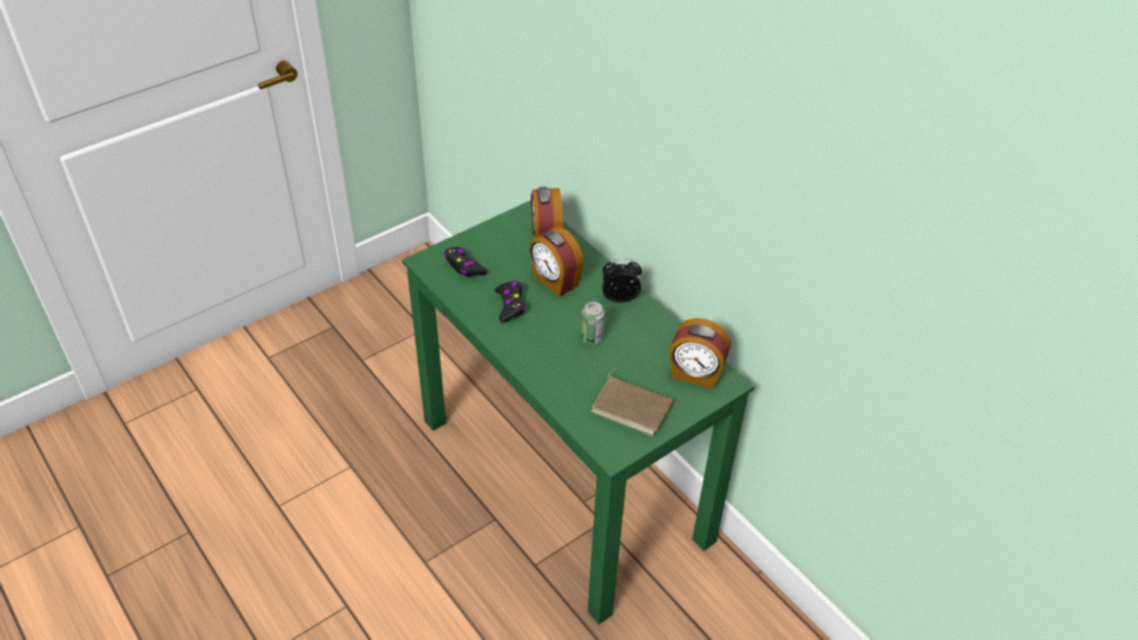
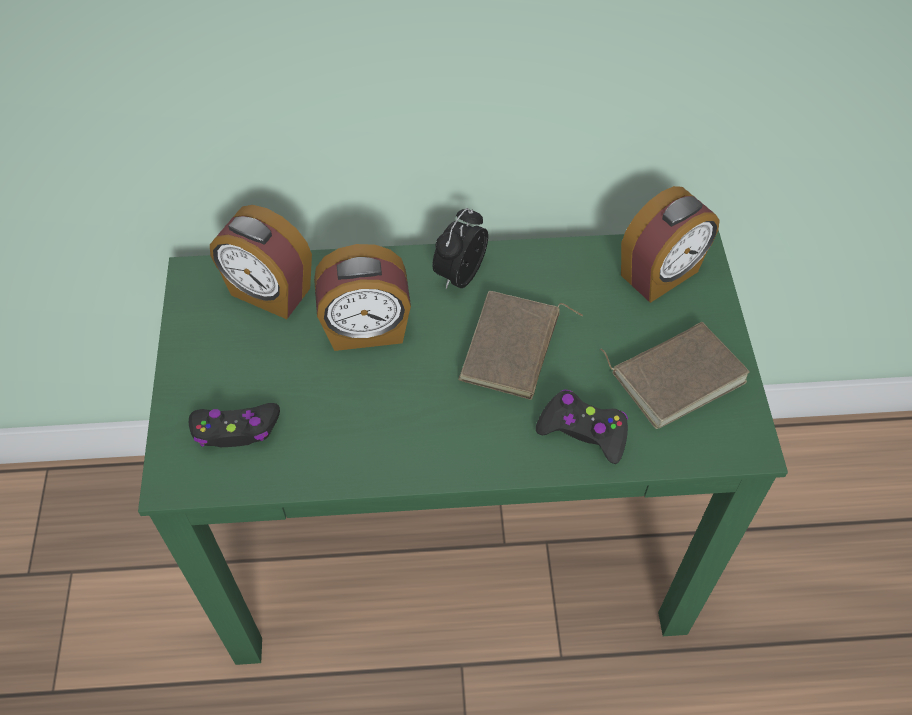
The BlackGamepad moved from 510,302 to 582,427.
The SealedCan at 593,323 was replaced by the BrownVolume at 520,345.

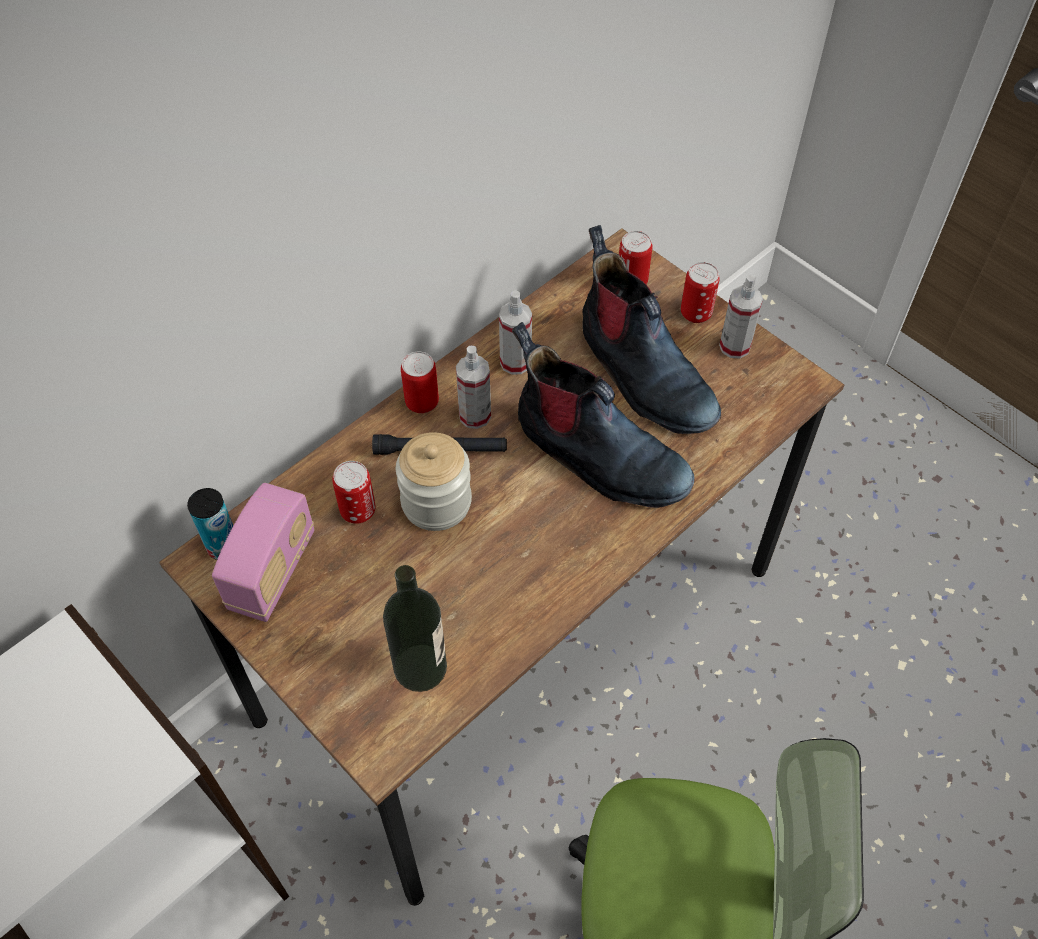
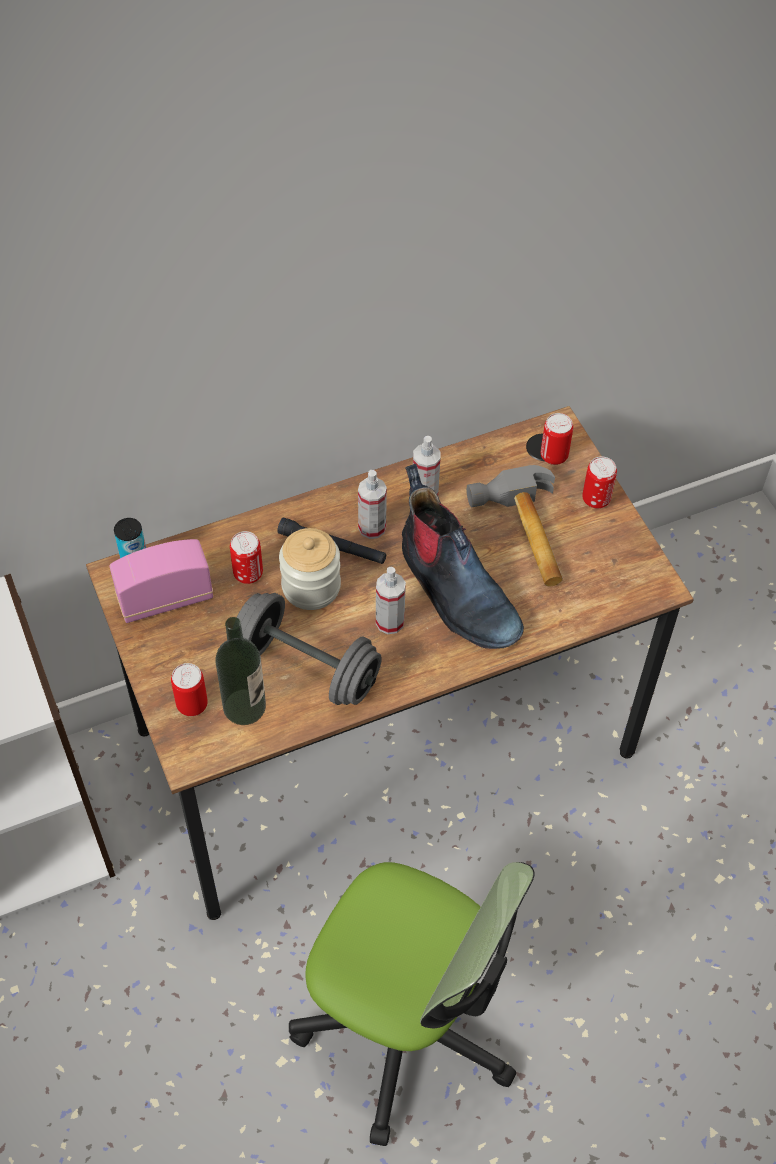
The GrayDumbbell at 309,649 appeared.
The SealedCan moved from 420,382 to 189,689.
The SprayBottle moved from 741,317 to 391,600.
The Boot at 651,329 was replaced by the Hammer at 514,526.
The RadioReceiver at 263,552 turned 150 degrees counterclockwise.

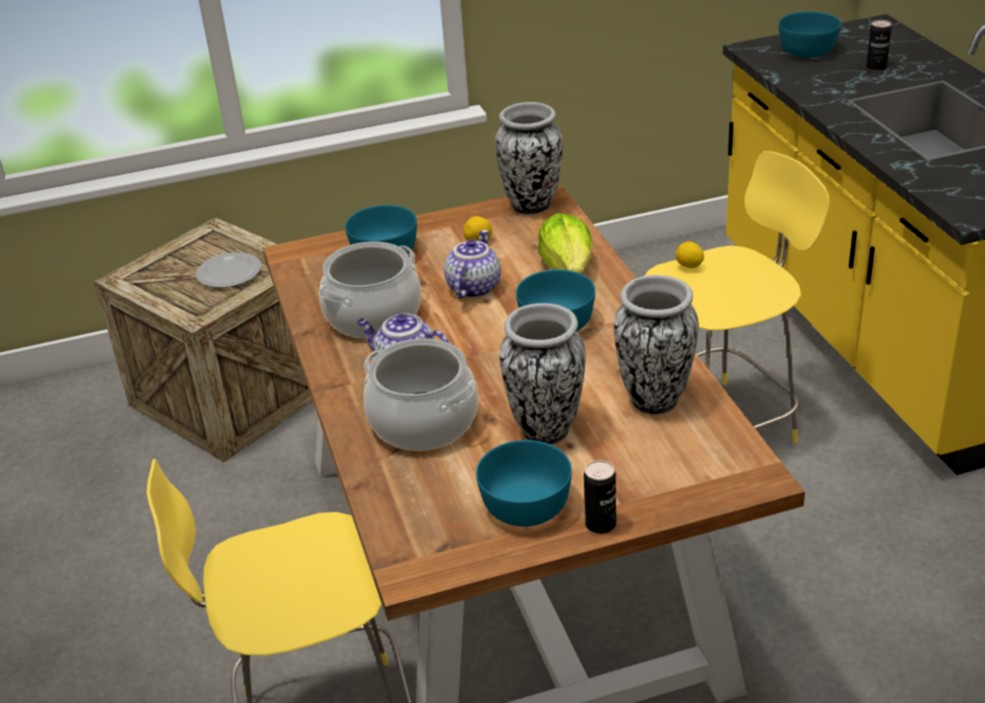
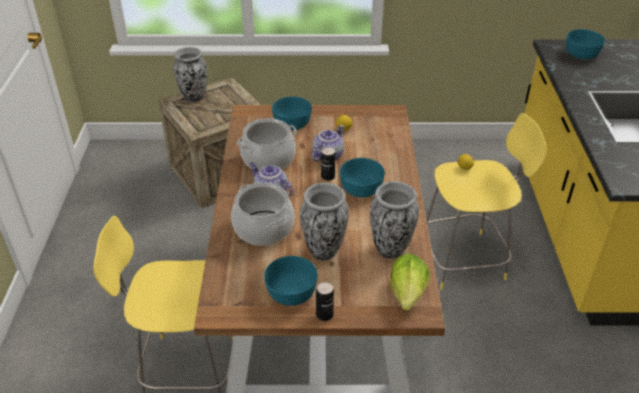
The DinnerPlate at 229,270 disappeared.
The Vase moved from 529,158 to 190,74.
The HeadOfLettuce moved from 565,243 to 410,282.
The SealedCan moved from 879,45 to 328,164.

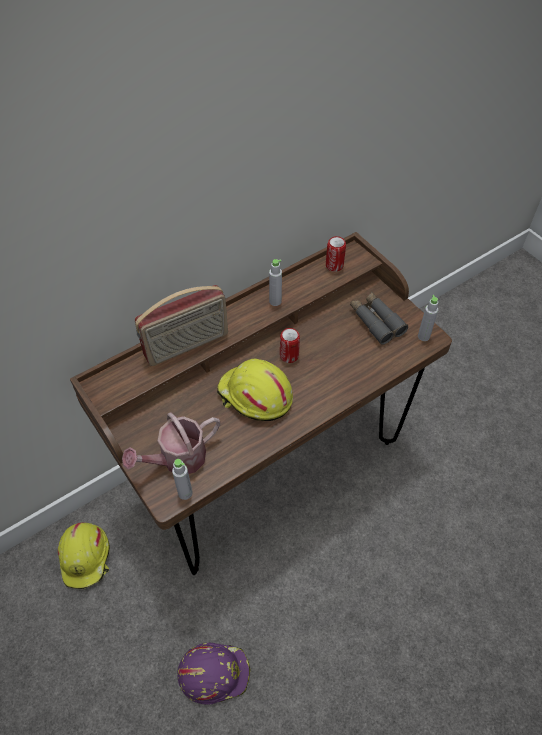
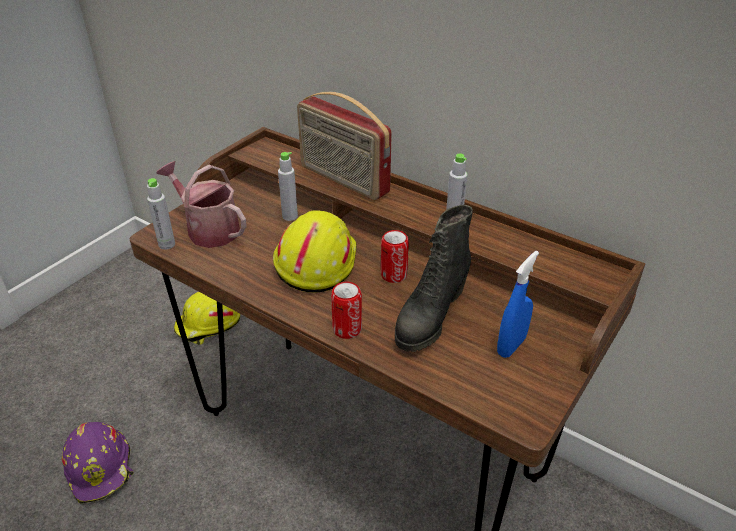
The BlackBoot at 434,278 appeared.
The SealedCan moved from 336,254 to 346,310.
The GrayBeverageBottle moved from 428,318 to 288,186.
The GrayPairOfBinoculars at 379,318 was replaced by the BluishSprayBottle at 518,304.

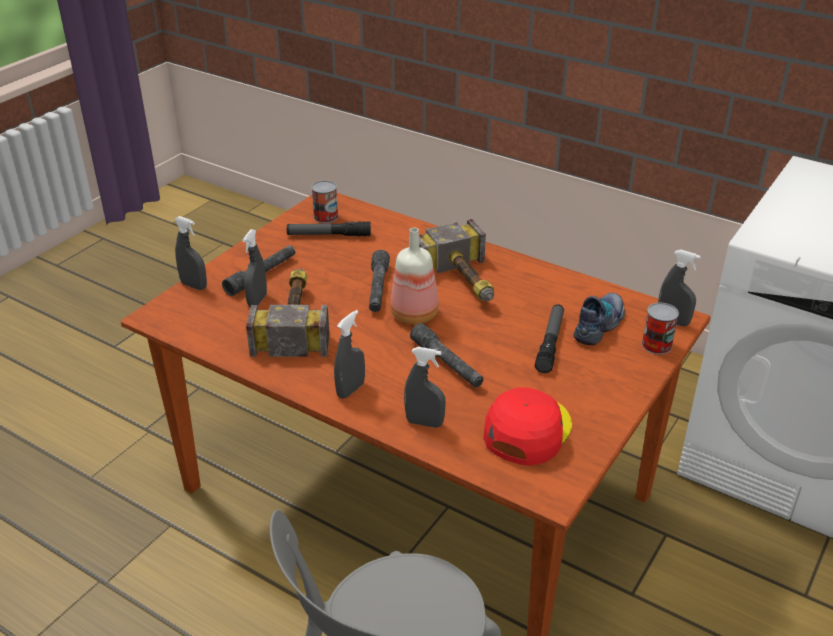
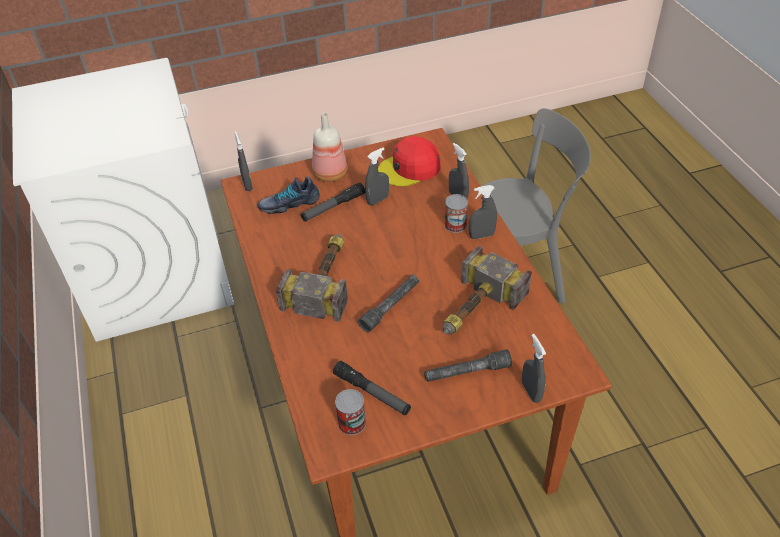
The GrayTorch at 447,355 disappeared.
The GraySprayBottle moved from 254,268 to 377,176.
The BeverageBottle moved from 414,275 to 329,147.
The SealedCan moved from 660,328 to 456,213.

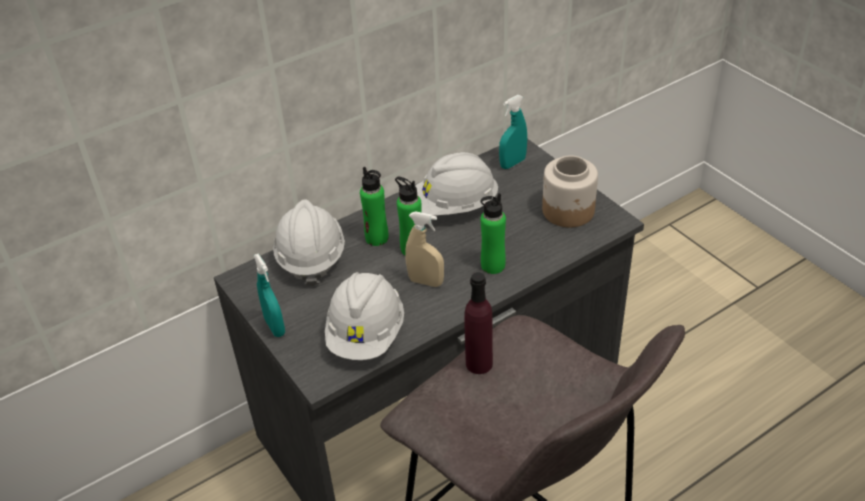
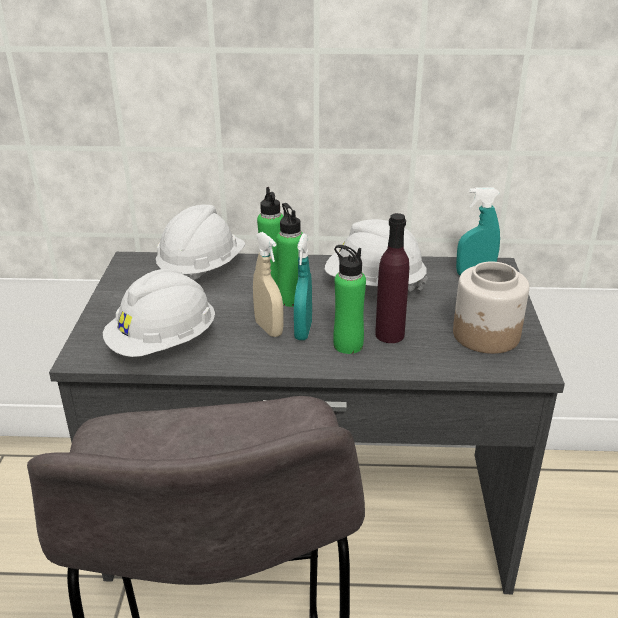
The TurquoiseSprayBottle moved from 269,295 to 303,287.
The PurpleColouredBeverageBottle moved from 478,323 to 392,278.

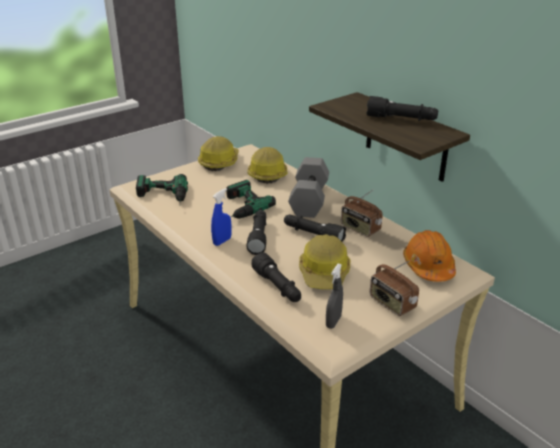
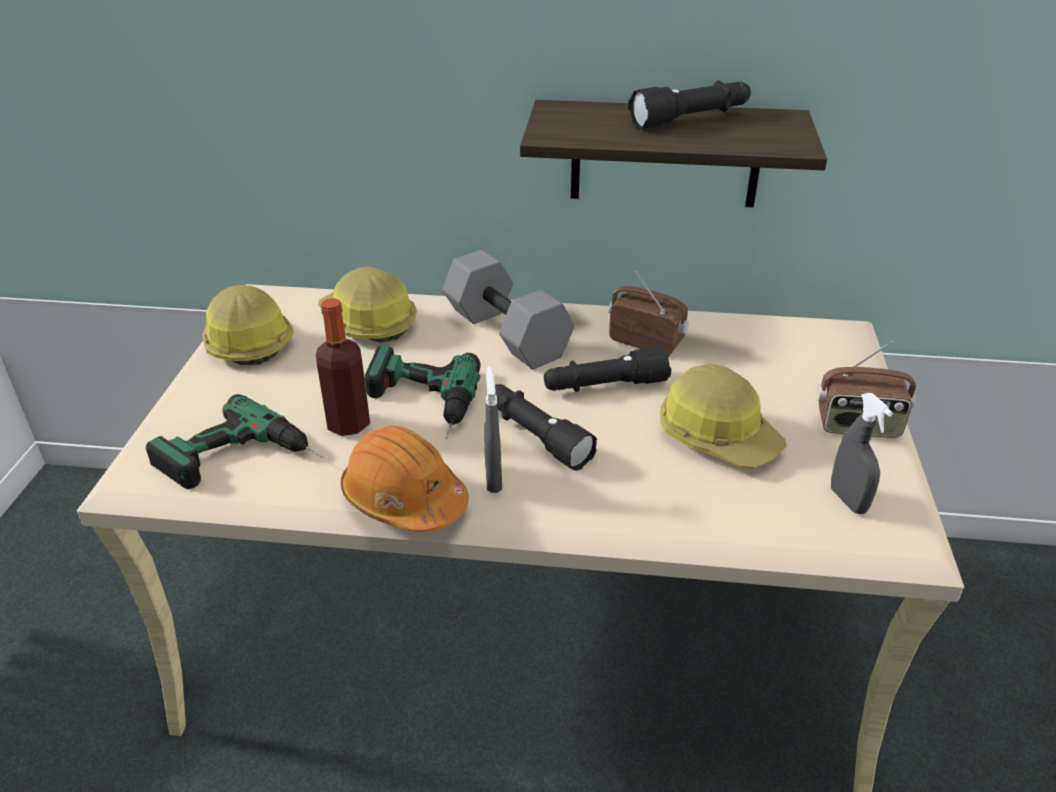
The BlackTorch at 276,277 disappeared.
The BeverageBottle at 343,367 appeared.
The OrangeyWorkHelmet moved from 429,256 to 405,478.
The BluishSprayBottle at 221,217 became the GraySprayBottle at 493,429.
The RadioReceiver at 362,213 turned 150 degrees counterclockwise.

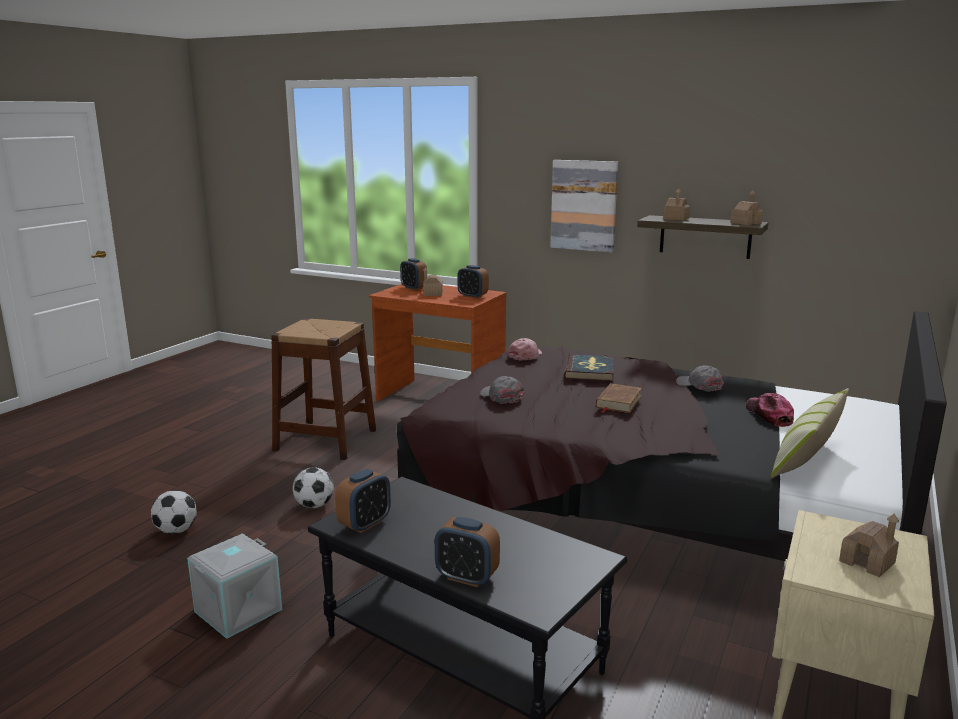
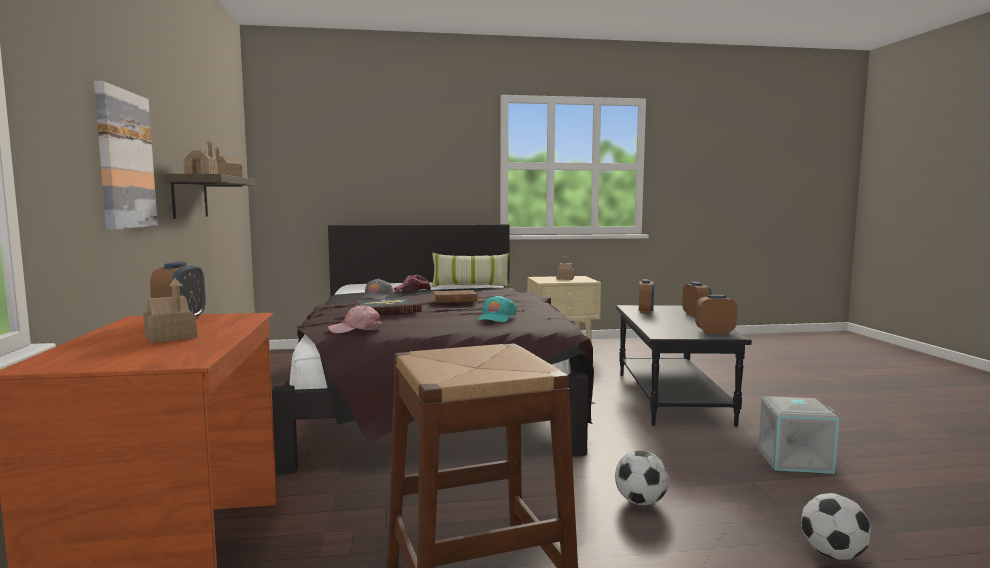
The BedsideClock moved from 413,274 to 646,296.
The GrayCap at 502,390 became the TurquoiseCap at 497,308.

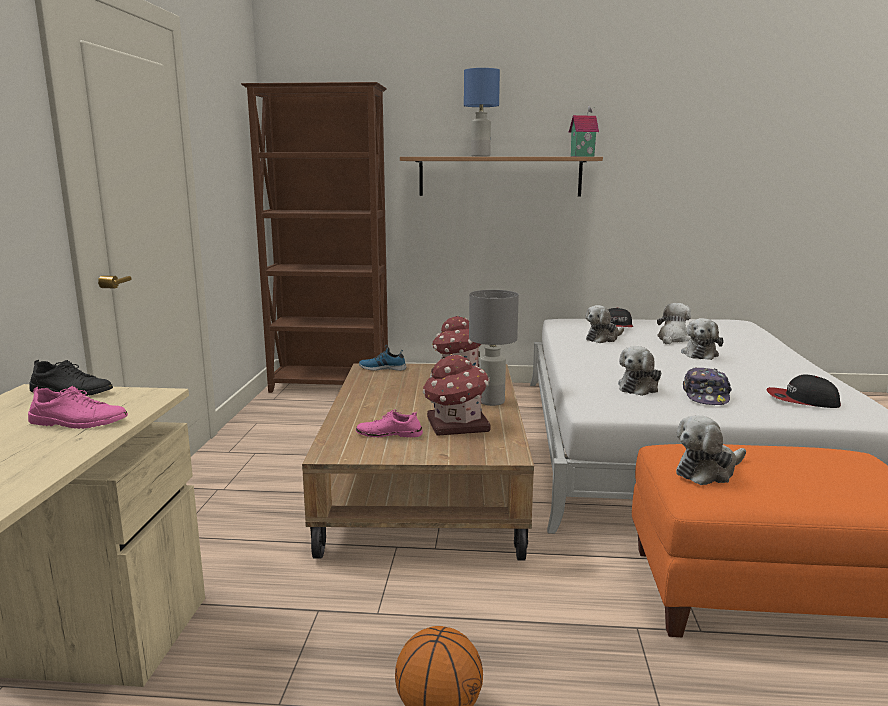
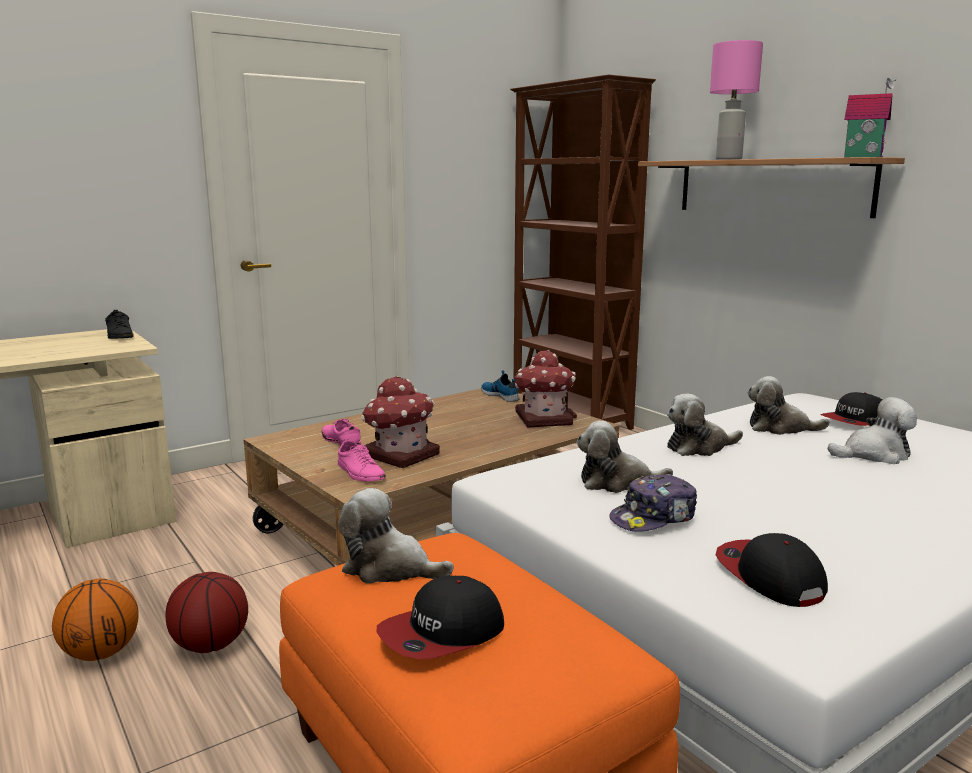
The GrayTableLamp at 494,348 disappeared.
The BasketballBall at 206,612 appeared.
The Cap at 440,617 appeared.
The PinkishLowShoe moved from 78,407 to 362,460.
The SoftToy moved from 702,339 to 705,425.
The BluishTableLamp at 482,112 became the PinkishTableLamp at 736,100.

